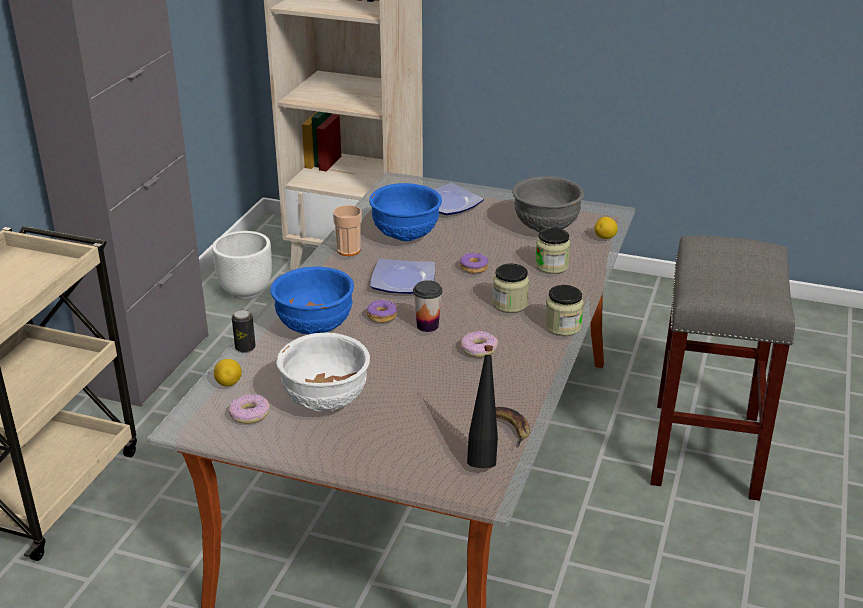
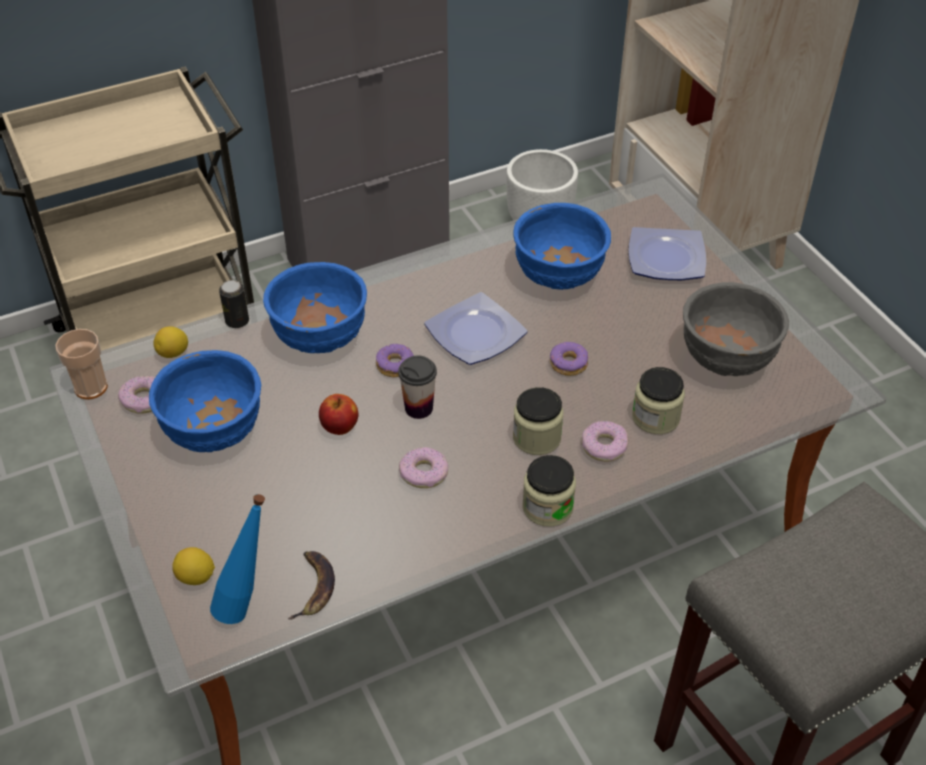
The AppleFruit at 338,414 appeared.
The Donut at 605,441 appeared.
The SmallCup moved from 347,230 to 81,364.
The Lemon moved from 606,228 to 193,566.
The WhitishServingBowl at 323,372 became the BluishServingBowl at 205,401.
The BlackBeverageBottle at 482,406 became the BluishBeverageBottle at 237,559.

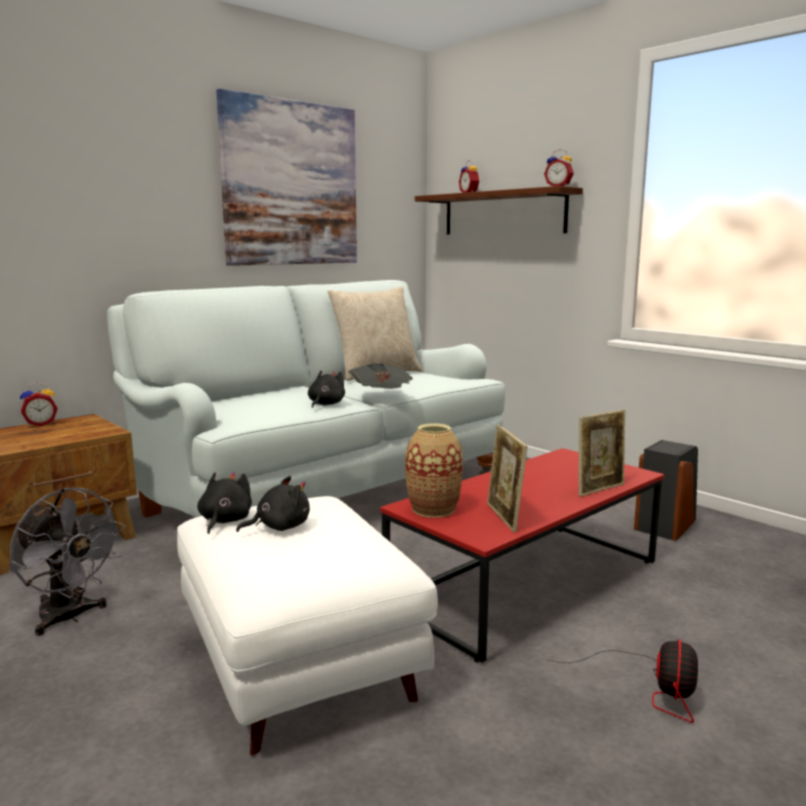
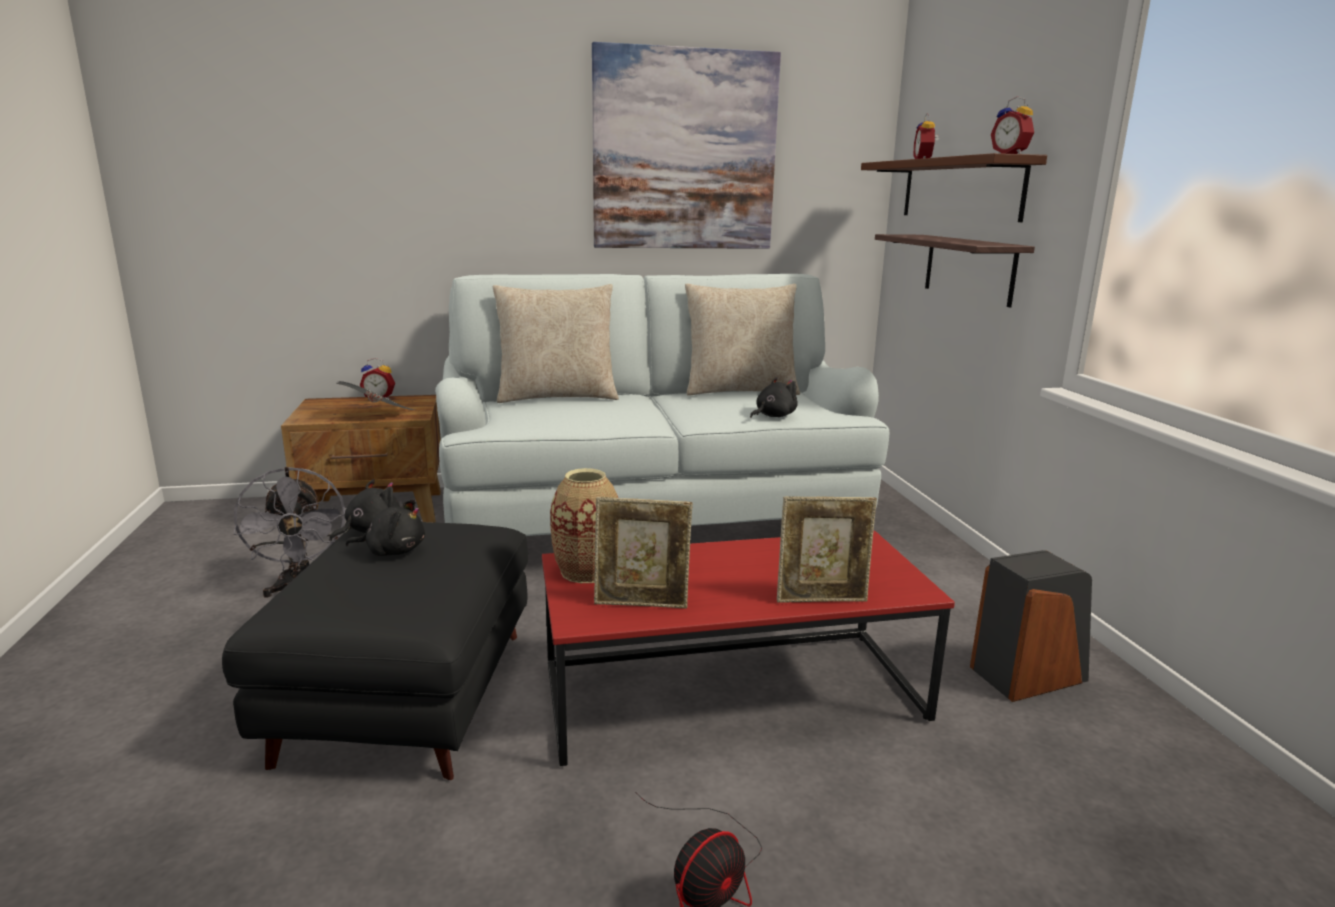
The BeigeCushion at 556,343 appeared.
The WallShelf at 955,270 appeared.
The BlackSoftToy moved from 326,389 to 774,397.
The Newspaper moved from 380,376 to 375,395.
The WhitishPouffe at 307,626 became the BlackPouffe at 375,651.
The PhotoFrame at 507,478 turned 105 degrees counterclockwise.

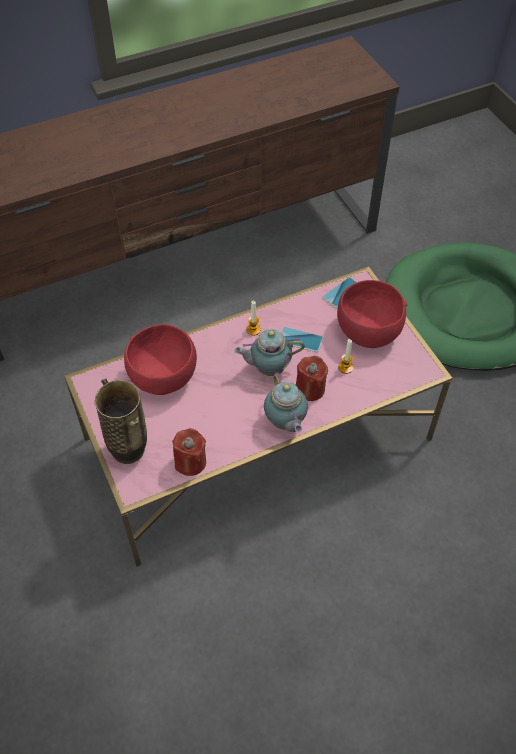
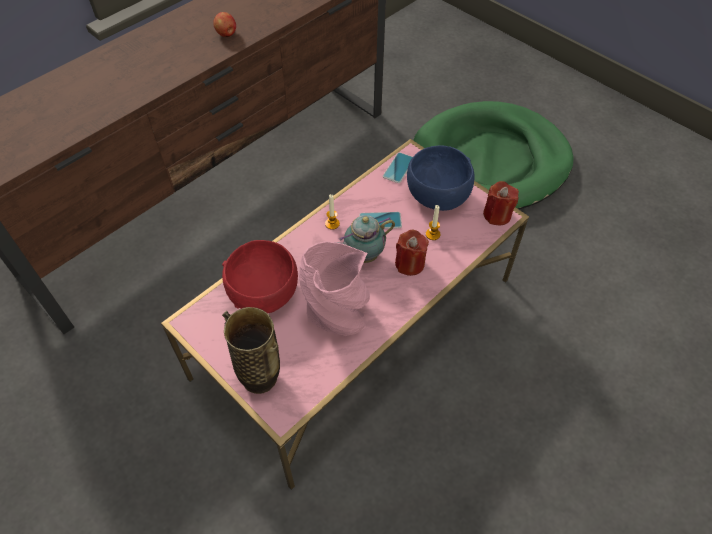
The TeaPot at 286,402 disappeared.
The AppleFruit at 224,24 appeared.
The PinkishVase at 334,288 appeared.
The RedColouredWaxCandle moved from 189,452 to 501,203.
The RedColouredServingBowl at 372,314 became the BluishServingBowl at 441,178.

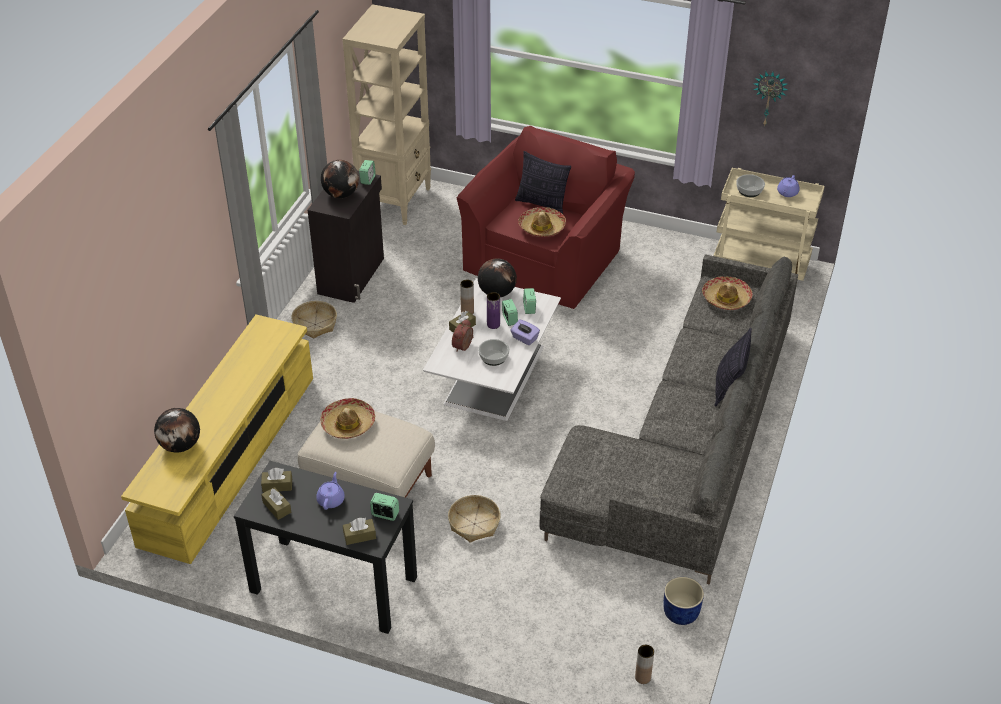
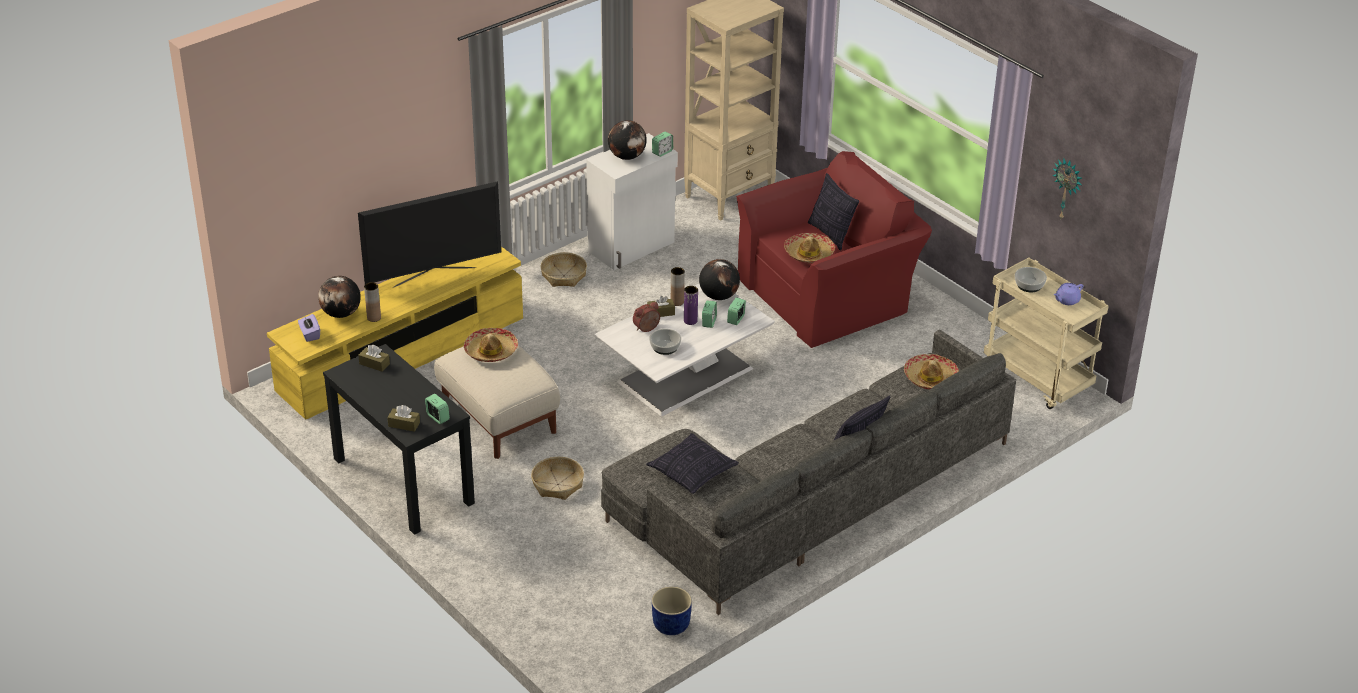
The BrownBoxOfTissues at 276,503 disappeared.
The PurpleColouredTeaPot at 330,491 disappeared.
The Television at 429,234 appeared.
The Cushion at 692,463 appeared.
The PurpleColouredBoxOfTissues moved from 525,332 to 309,328.
The BrownVase moved from 644,664 to 372,302.
The BlackCabinet at 346,237 became the WhitishCabinet at 632,201.

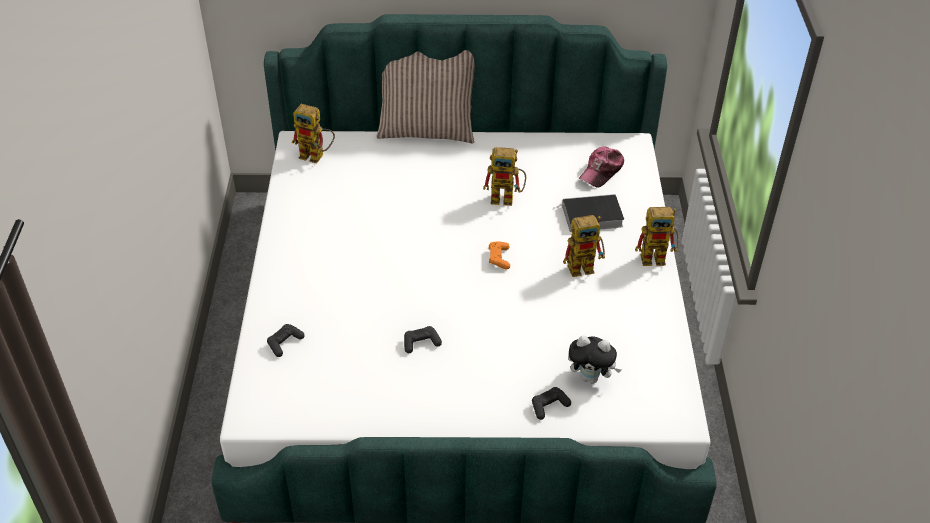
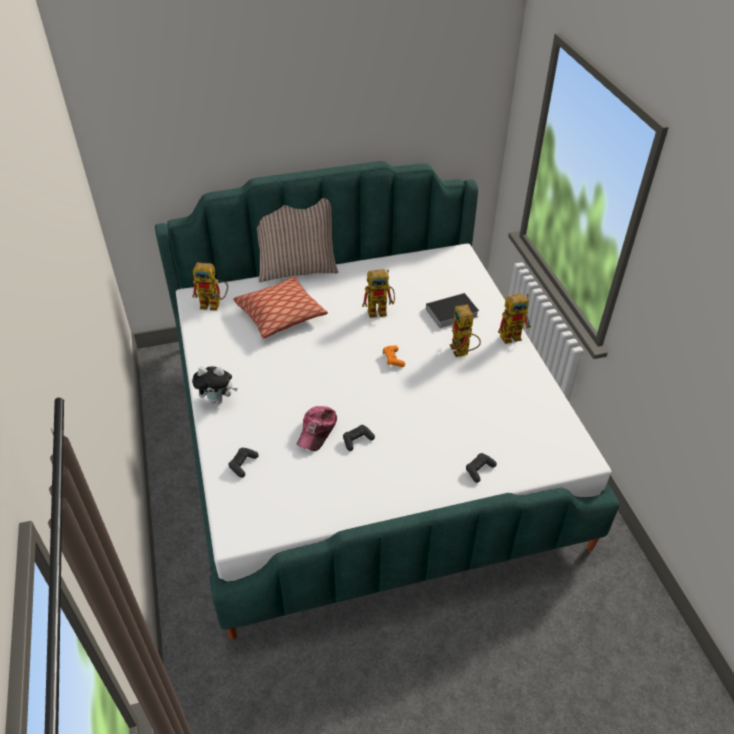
The Cushion at 280,307 appeared.
The SoftToy moved from 594,359 to 215,385.
The Cap moved from 601,167 to 317,428.
The ModelRobot at 584,246 turned 105 degrees clockwise.

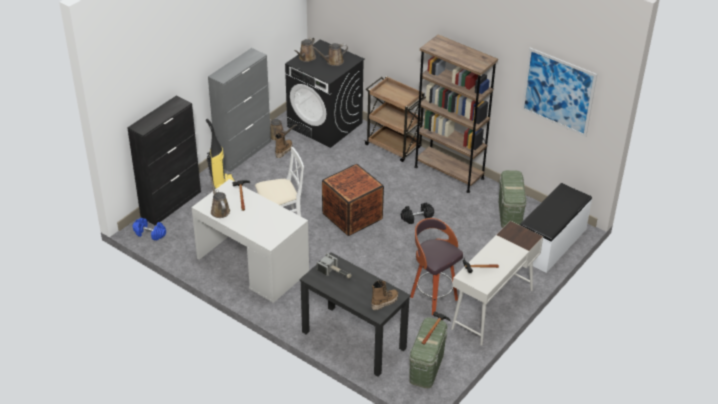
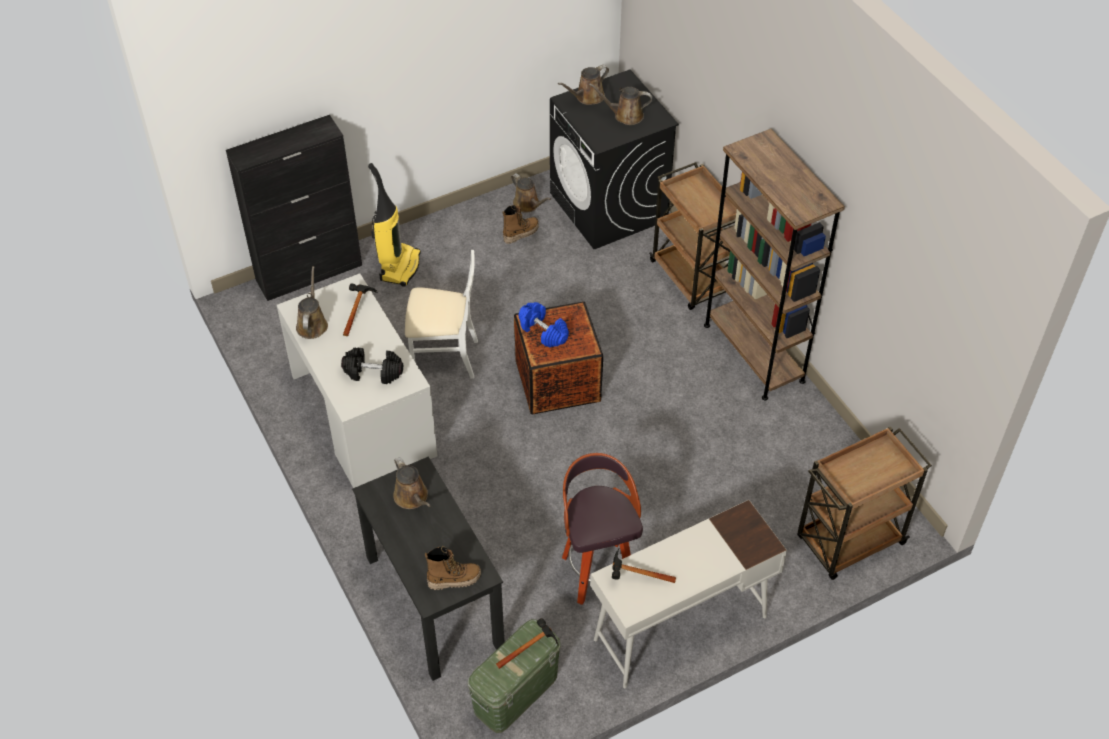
The GrayCabinet at 239,110 disappeared.
The GreenStorageBox at 512,199 disappeared.
The WallArt at 559,92 disappeared.
The BluishDumbbell moved from 149,229 to 544,324.
The BlackDumbbell moved from 417,213 to 372,366.
The Hammer at 334,266 was replaced by the BrownWateringPot at 411,483.
The WhitishLongSeat at 556,228 was replaced by the BrownCart at 864,503.

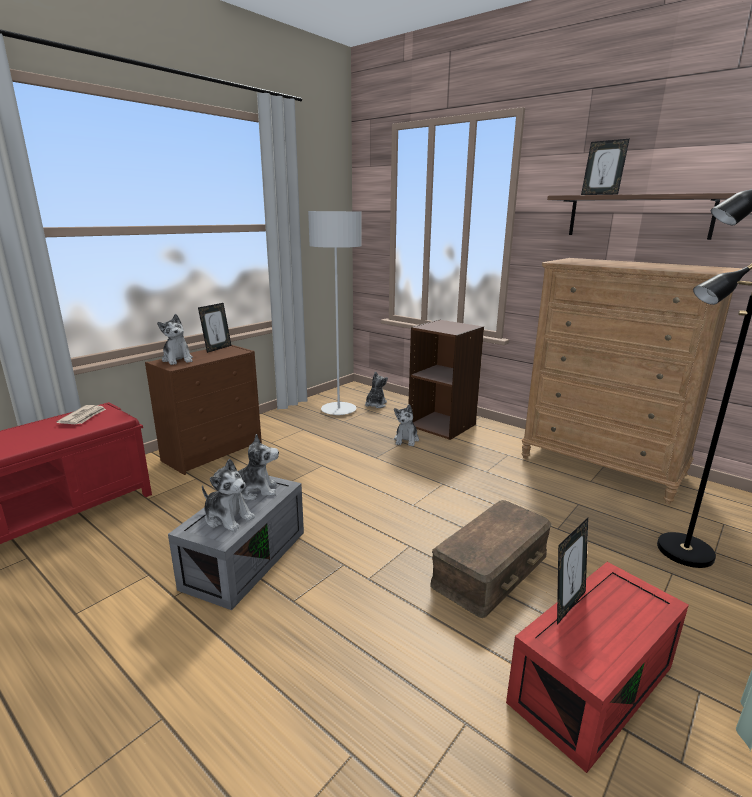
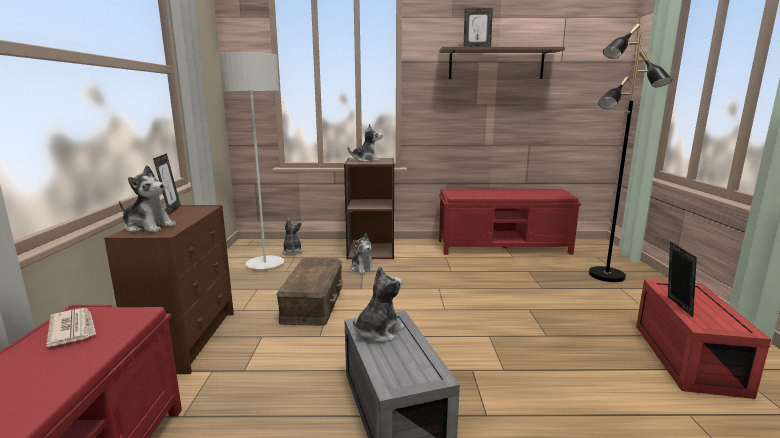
The SoftToy moved from 228,495 to 365,143.
The BrownStorageBox moved from 491,559 to 309,292.
The BrownDrawerChest at 632,381 was replaced by the RedColouredLongSeat at 510,222.

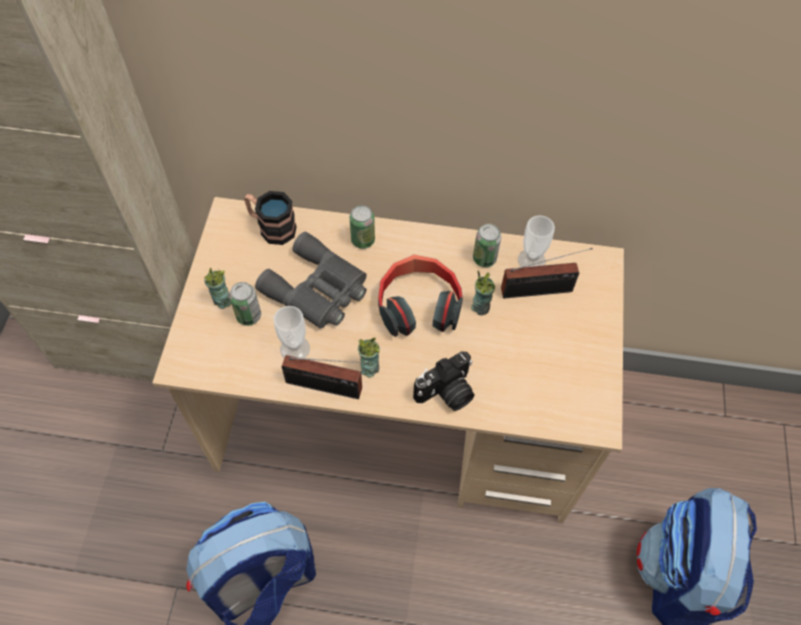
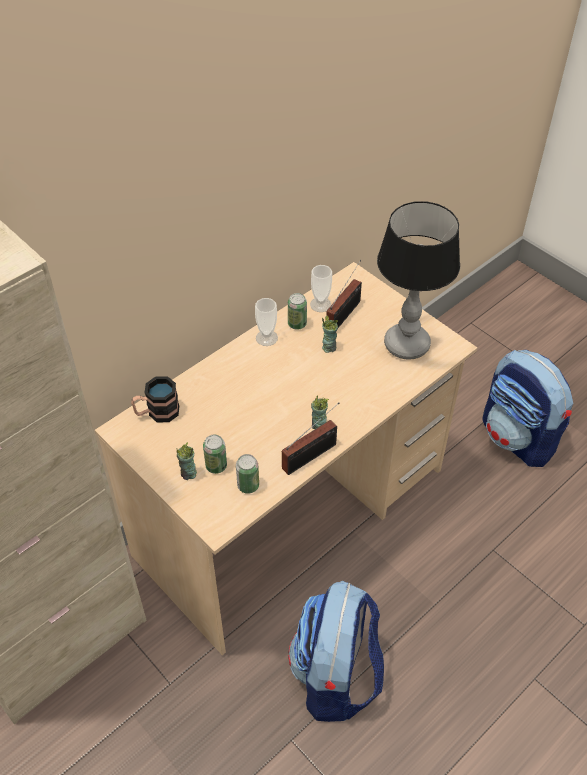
The GrayPairOfBinoculars at 311,280 disappeared.
The PairOfHeadphones at 420,295 disappeared.
The PhotoCamera at 444,381 disappeared.
The TableLamp at 418,280 appeared.
The SmallCup moved from 291,332 to 266,322.
The SealedCan moved from 362,227 to 247,474.

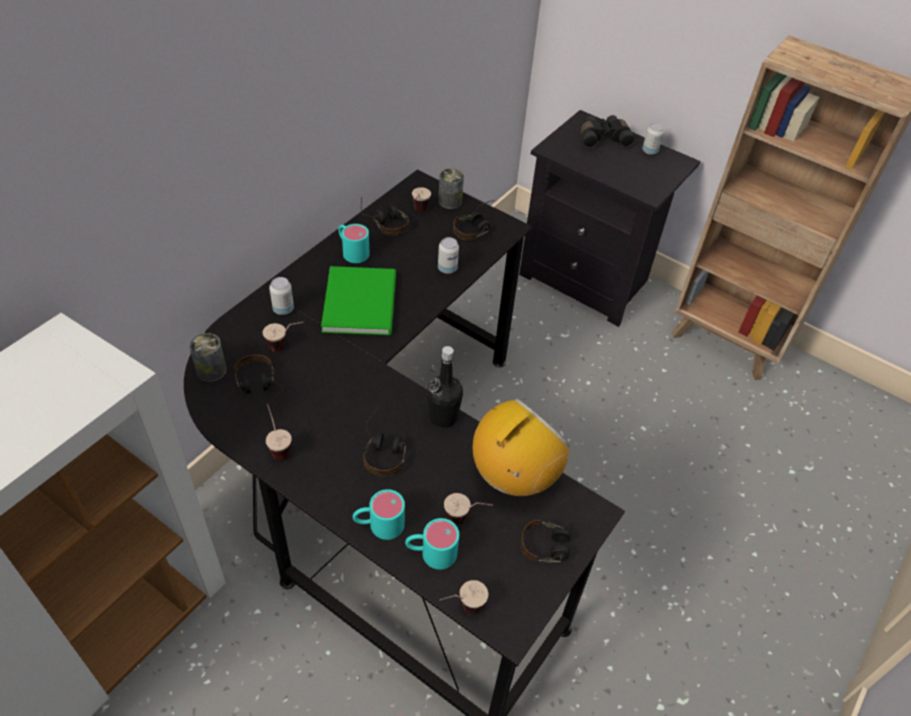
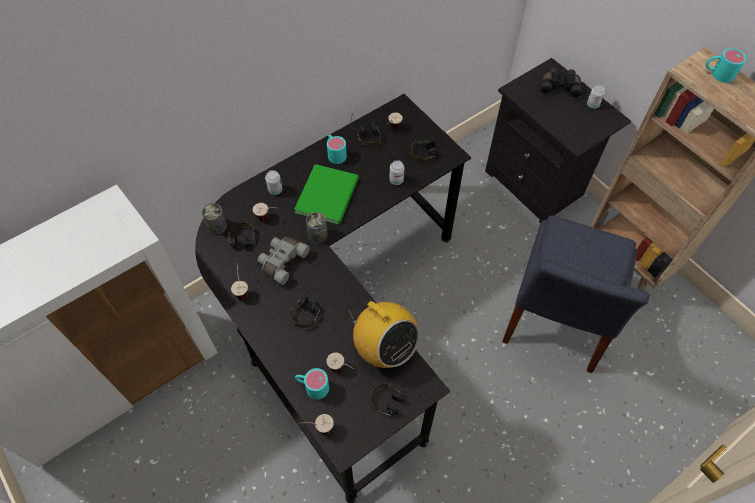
The BlackBeverageBottle at 445,387 disappeared.
The GrayPairOfBinoculars at 283,261 appeared.
The BluishPlainChair at 576,294 appeared.
The TurquoiseCoffeeMug moved from 379,514 to 726,65.
The SealedCan moved from 451,188 to 317,227.
The RadioReceiver at 521,447 turned 75 degrees clockwise.

